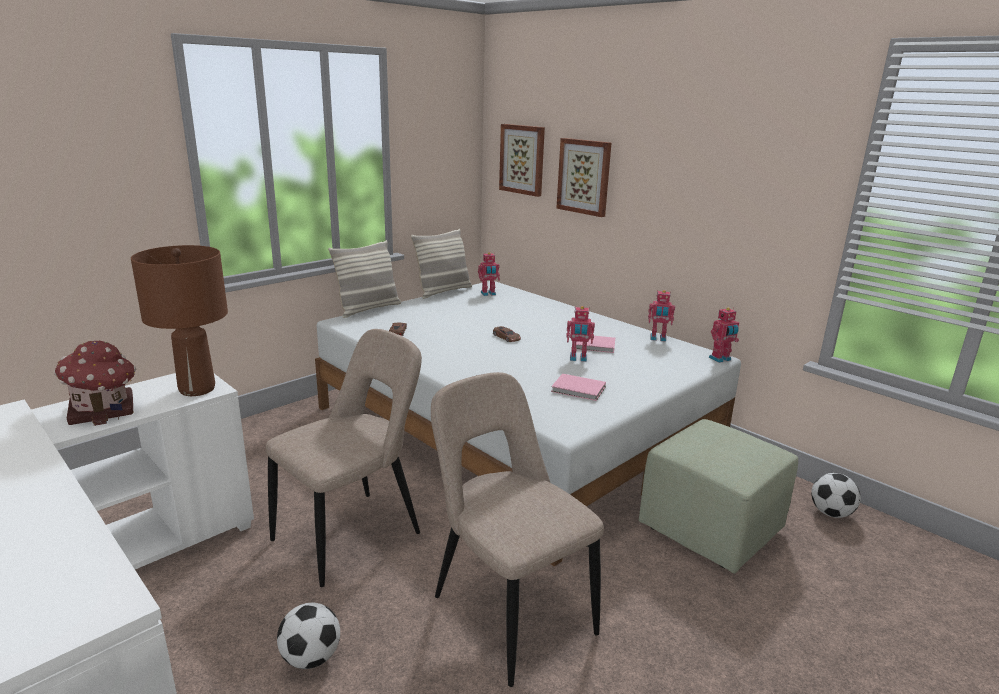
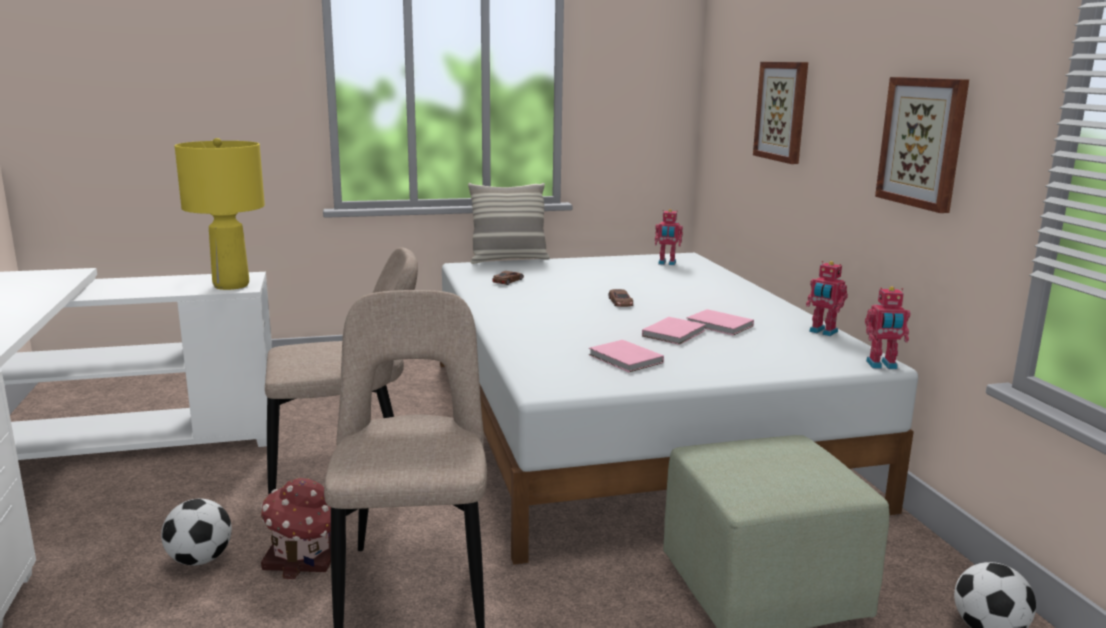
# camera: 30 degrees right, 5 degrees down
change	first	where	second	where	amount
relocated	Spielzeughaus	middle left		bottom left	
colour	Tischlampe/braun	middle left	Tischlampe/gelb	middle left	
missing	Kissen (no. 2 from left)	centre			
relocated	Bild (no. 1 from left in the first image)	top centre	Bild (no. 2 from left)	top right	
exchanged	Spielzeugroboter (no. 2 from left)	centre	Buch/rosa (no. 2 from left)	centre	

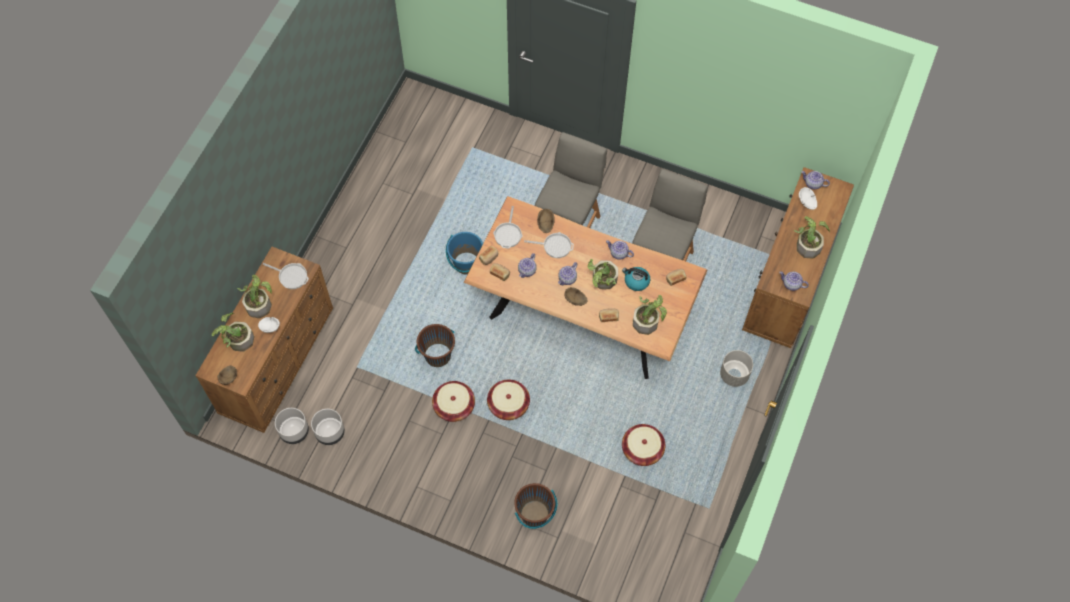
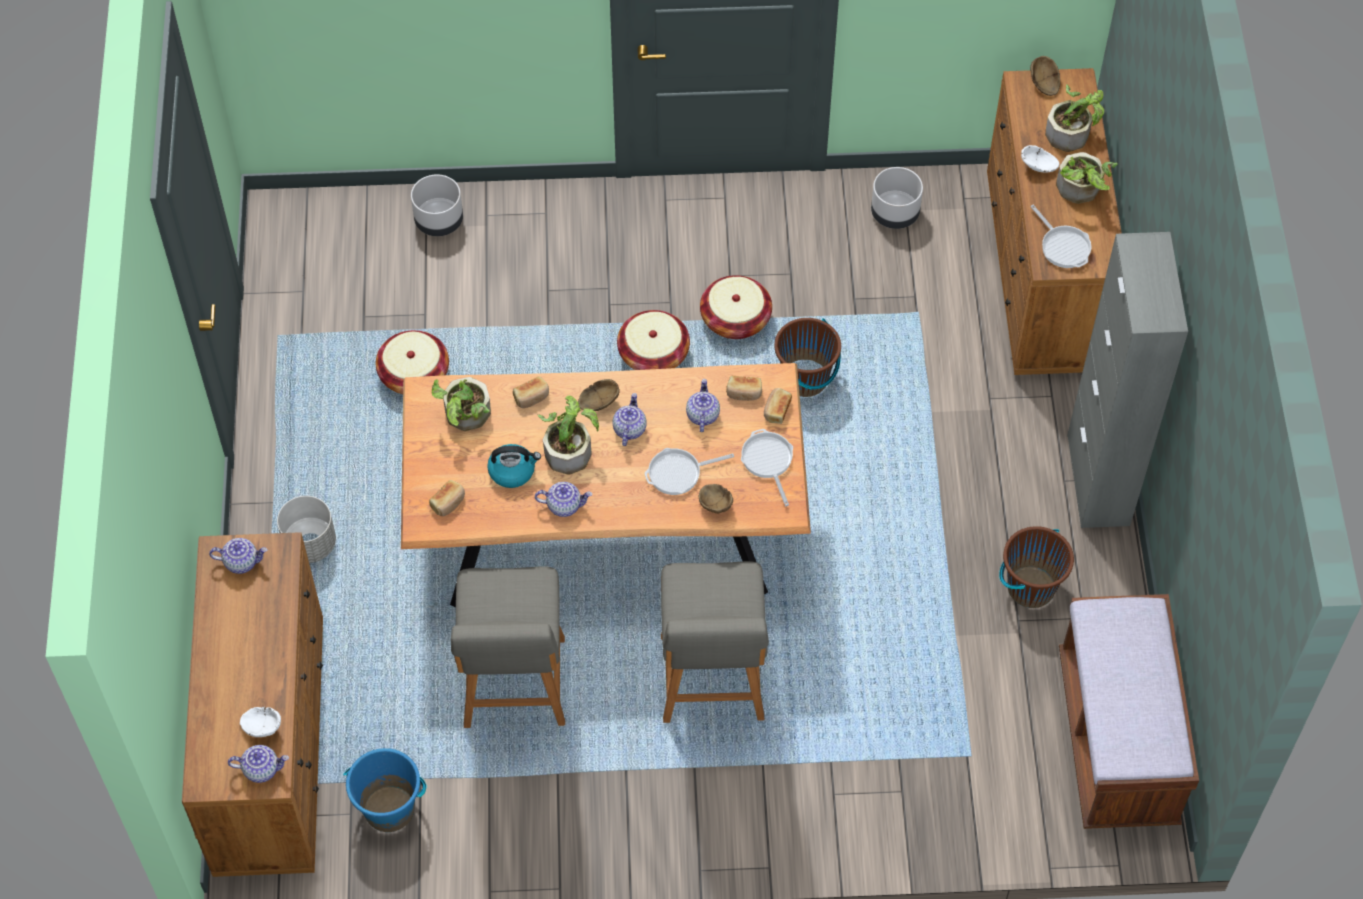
# camera: 155 degrees right, 5 degrees down
change	first	where	second	where	amount
spun	Pfanne (no. 1 from left in the first image)	middle left	Pfanne (no. 3 from left)	top right	120 degrees counterclockwise
relocated	Pflanzkübel/grau (no. 1 from left in the first image)	bottom left	Pflanzkübel/grau (no. 2 from left)	top left	
relocated	Eimer/blau	centre		bottom left	
relocated	Eimer/braun (no. 2 from left)	bottom centre		middle right	
missing	Topfpflanze (no. 5 from left)	middle right			
appeared			Bank/braun	bottom right	
appeared			Schrank/grau	middle right	

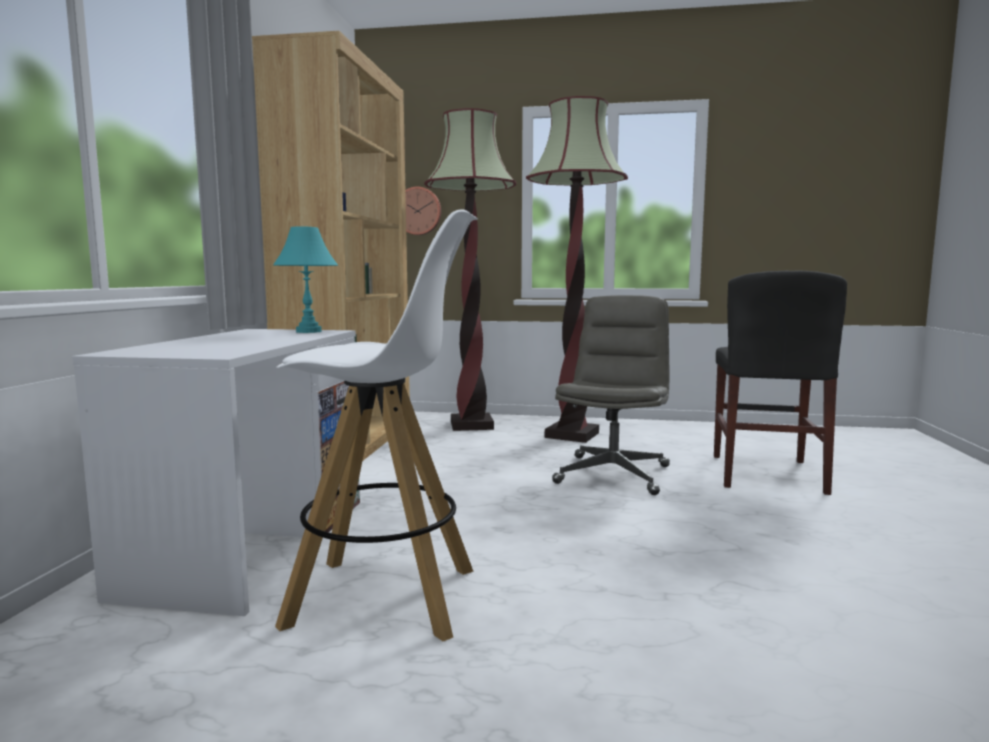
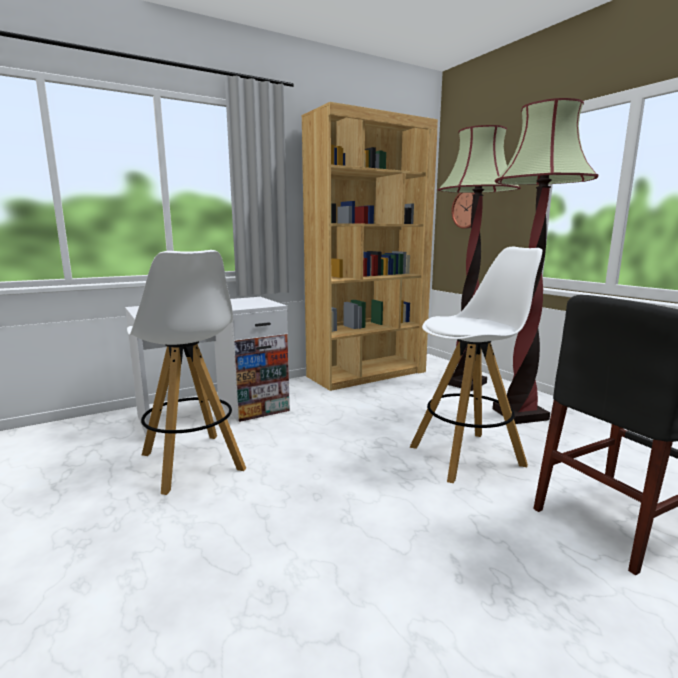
# camera: 50 degrees right, 5 degrees up
change	first	where	second	where	amount
missing	Tischlampe/türkis	middle left			
exchanged	Bürostuhl/grau	centre	Hocker/weiß (no. 2 from left)	middle right	

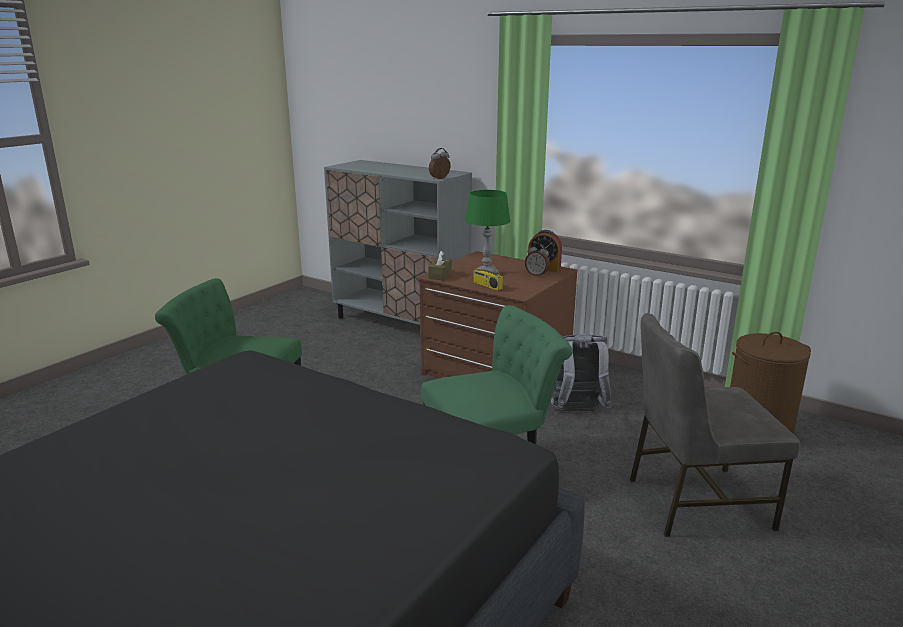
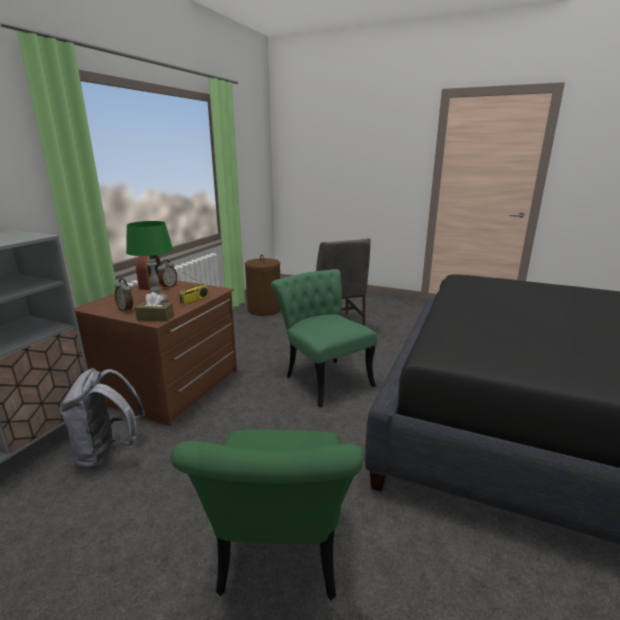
# camera: 100 degrees left, 0 degrees up
change	first	where	second	where	amount
relocated	Wecker (no. 1 from left)	top centre		middle left	
relocated	Rucksack/grau	centre		bottom left	

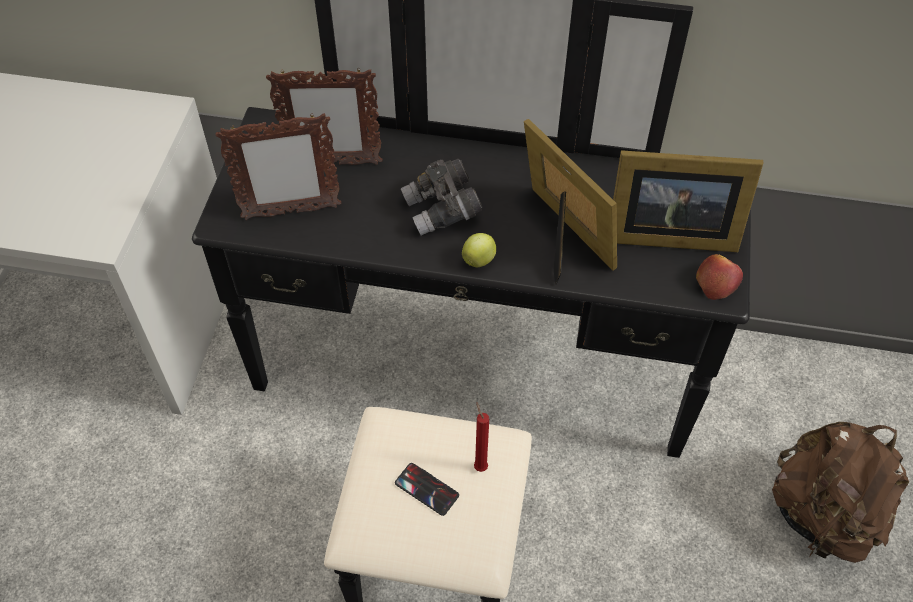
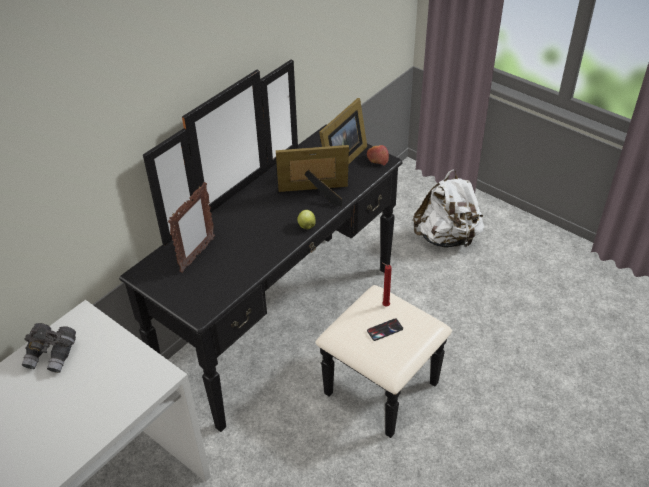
# camera: 60 degrees left, 10 degrees down
change	first	where	second	where	amount
missing	Bilderrahmen (no. 1 from left)	top left			
relocated	Fernglas/grau	top centre		bottom left	
colour	Rucksack/braun	bottom right	Rucksack/weiß	middle right	

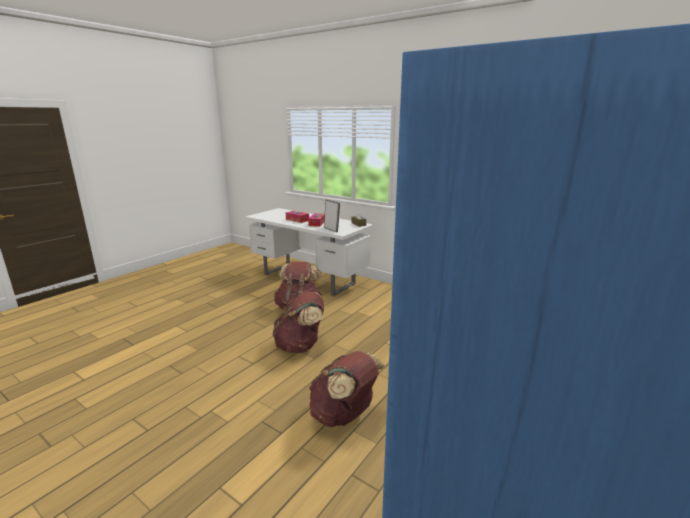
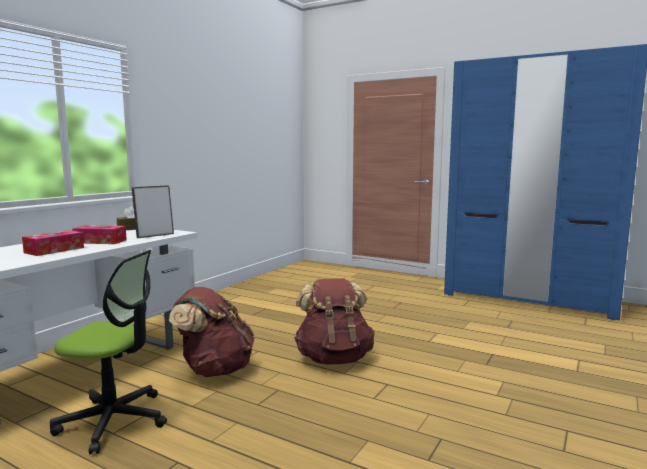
# camera: 95 degrees left, 10 degrees down
change	first	where	second	where	amount
missing	Rucksack/braun (no. 3 from left)	bottom centre			
appeared			Bürostuhl	bottom left	

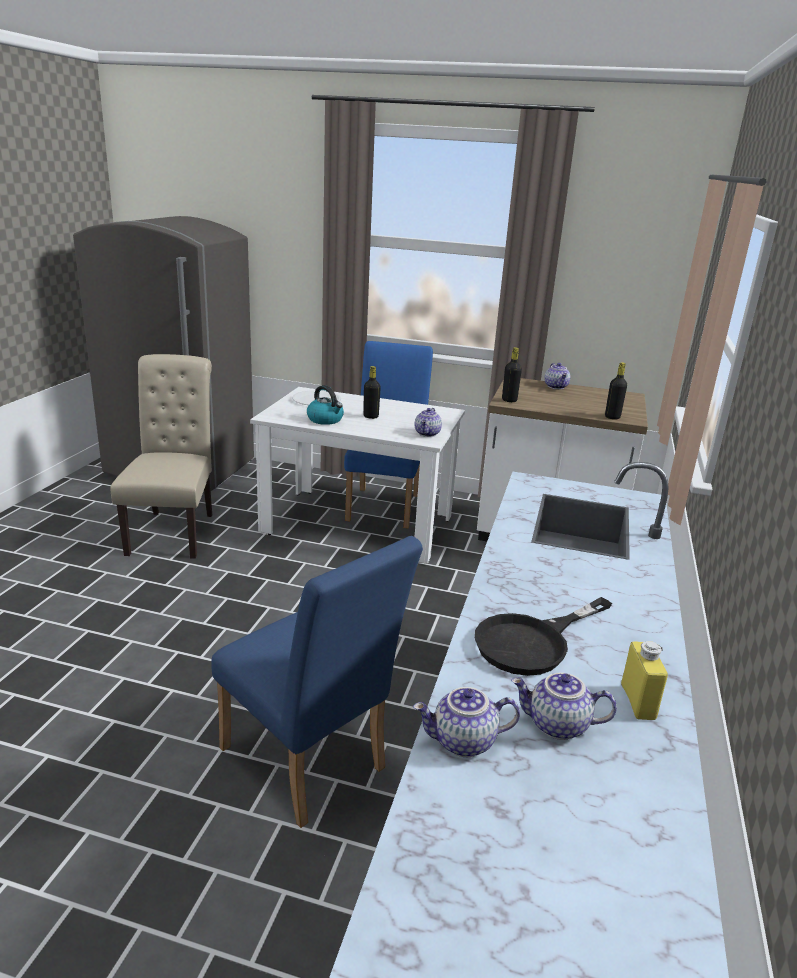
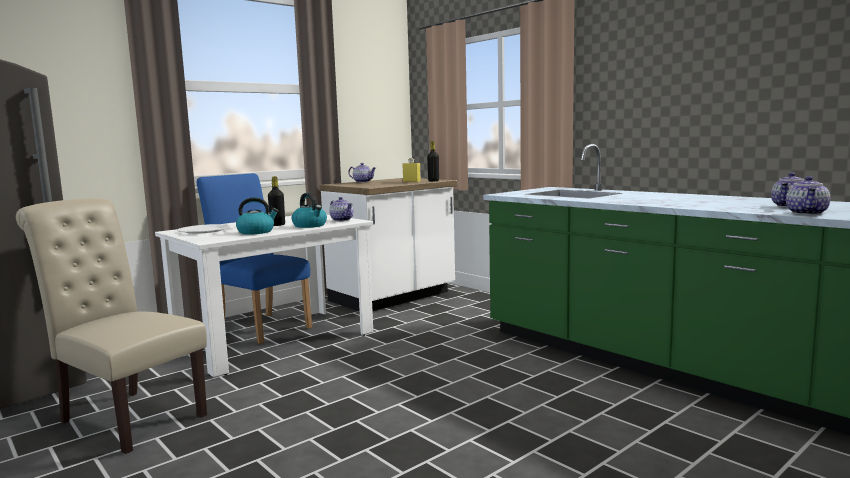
# camera: 55 degrees left, 15 degrees down
change	first	where	second	where	amount
missing	Stuhl/blau (no. 1 from left)	bottom centre			
missing	Pfanne/schwarz	middle right			
missing	Flasche/schwarz (no. 2 from left)	centre			
relocated	Flasche/gelb	bottom right		centre	
appeared			Wasserkessel (no. 2 from left)	centre	

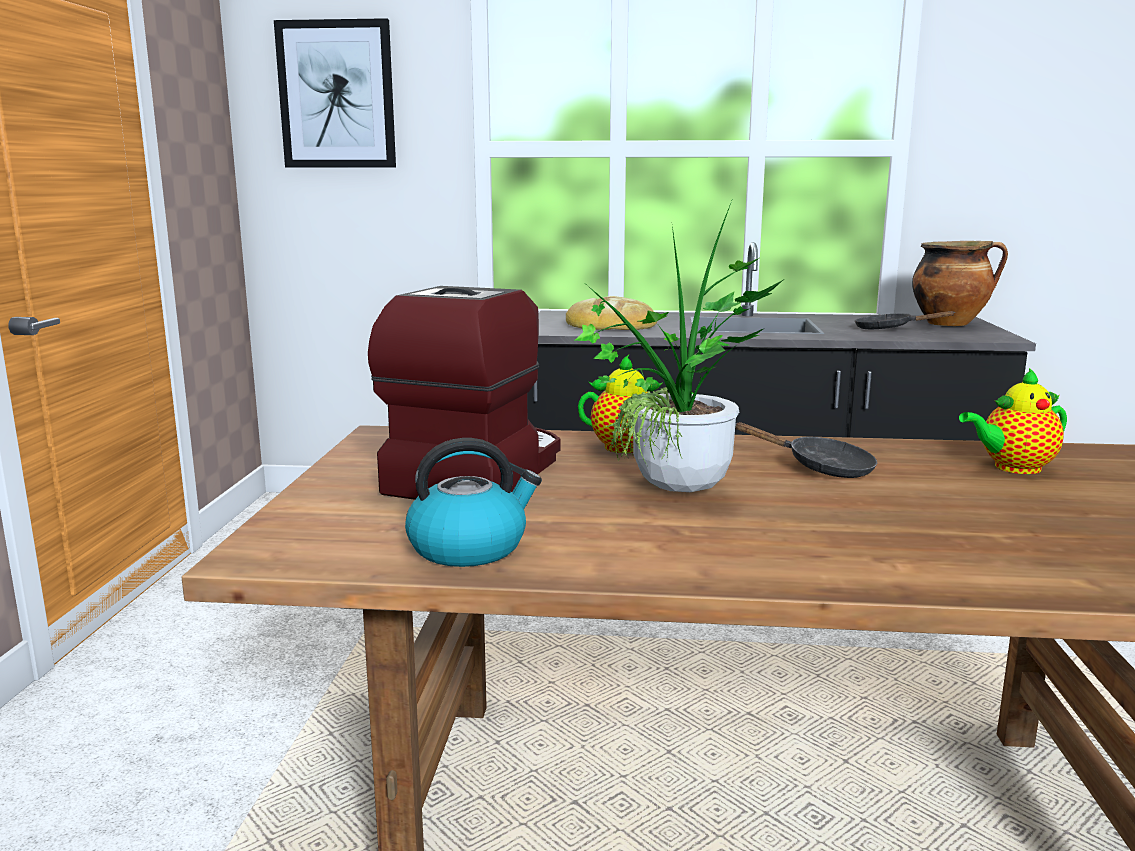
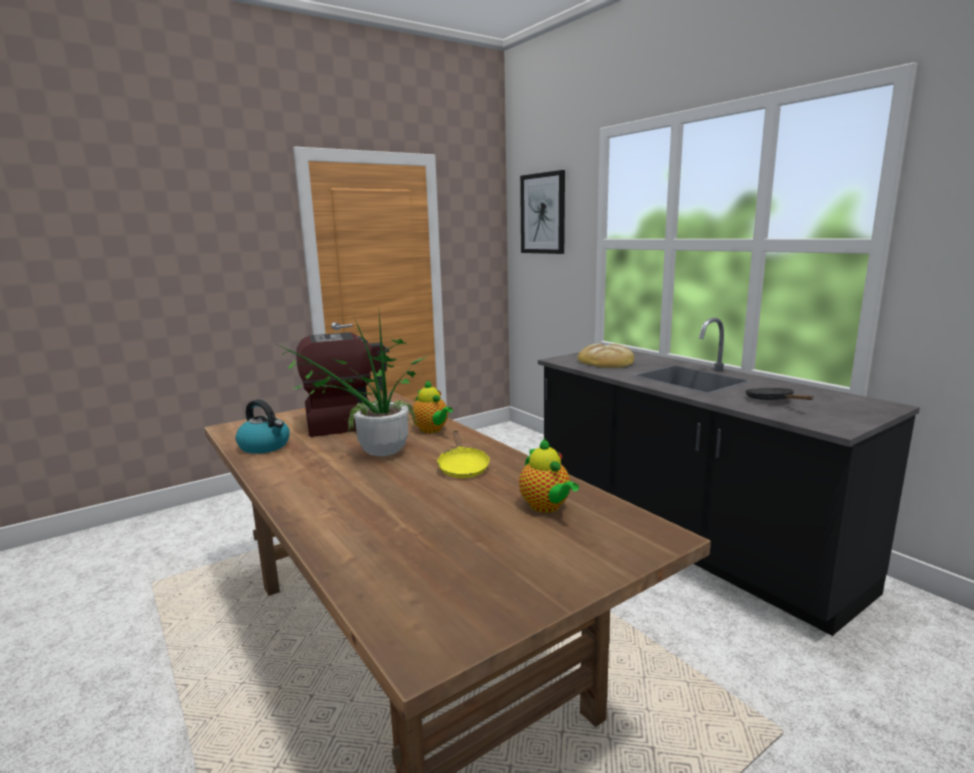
# camera: 50 degrees right, 0 degrees up
change	first	where	second	where	amount
colour	Pfanne/schwarz (no. 1 from left)	middle right	Pfanne/gelb	centre	
missing	Kochtopf	top right			
spun	Teekanne (no. 2 from left)	middle right		centre	150 degrees counterclockwise

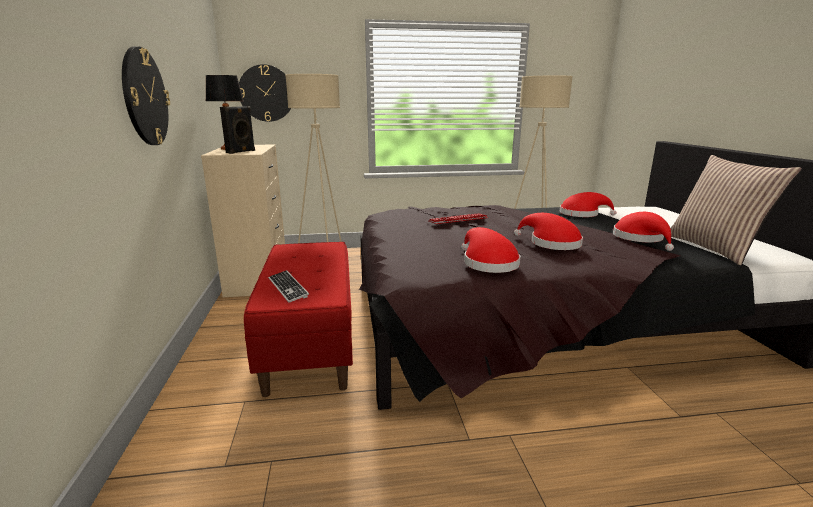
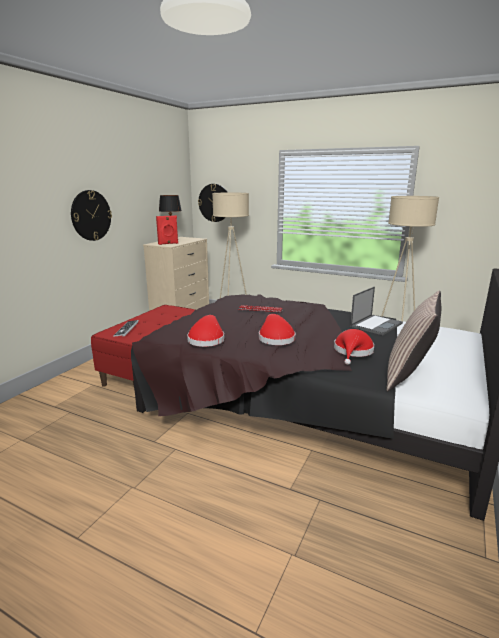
# camera: 35 degrees right, 0 degrees up
change	first	where	second	where	amount
colour	Lautsprecher/schwarz	top left	Lautsprecher/rot	centre	
exchanged	Hut/rot (no. 3 from left)	middle right	Laptop	middle right	

